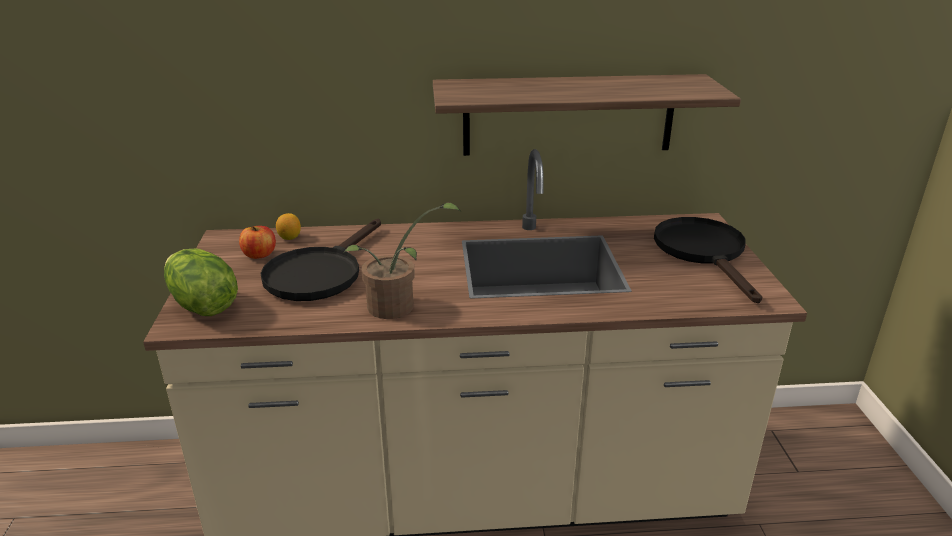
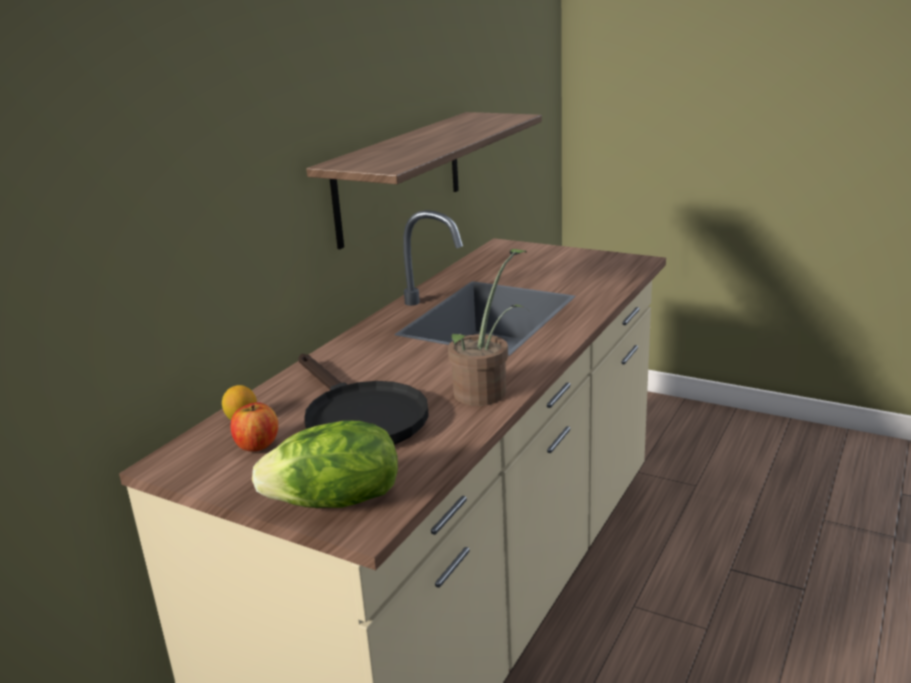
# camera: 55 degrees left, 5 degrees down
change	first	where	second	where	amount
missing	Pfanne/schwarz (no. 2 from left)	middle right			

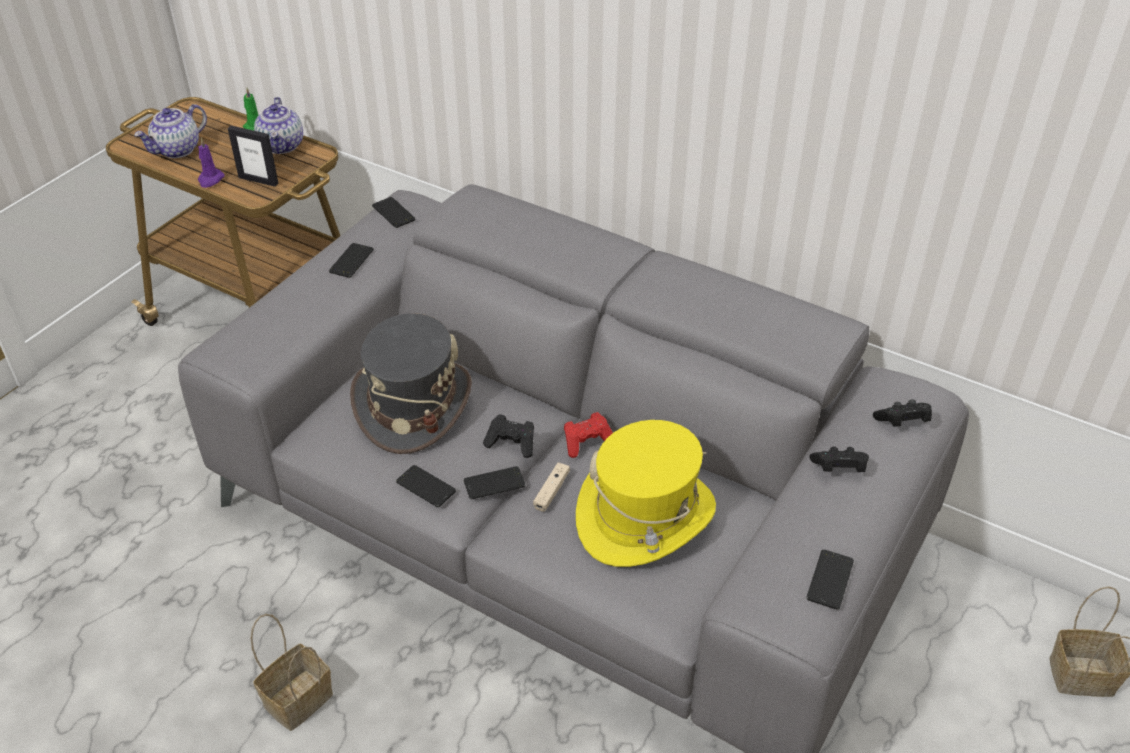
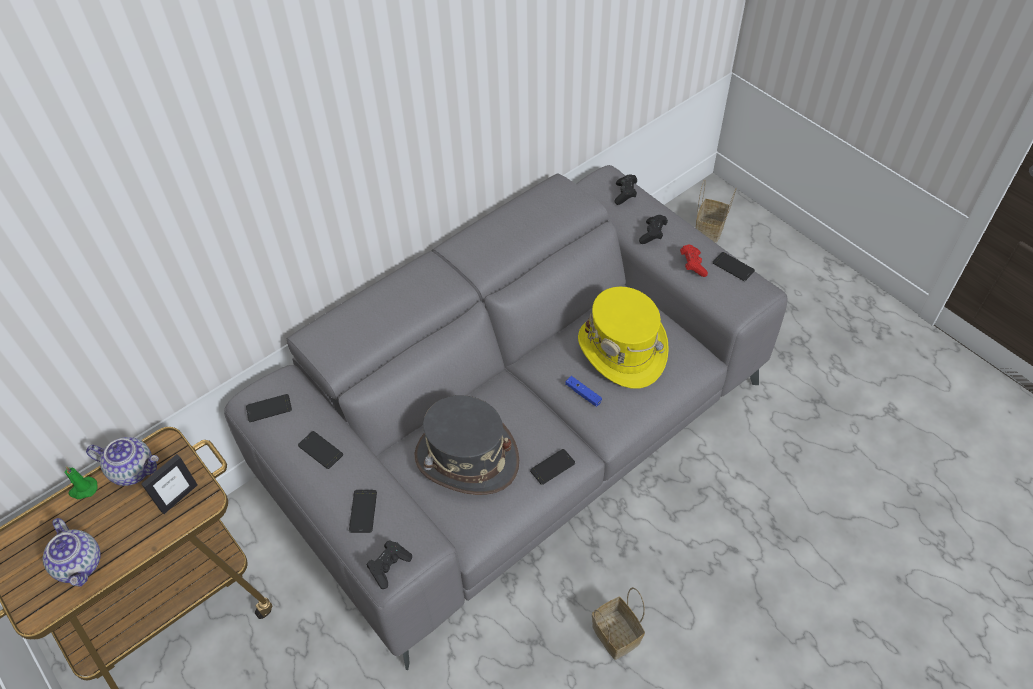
# camera: 70 degrees left, 10 degrees up
change	first	where	second	where	amount
missing	Kerze/lila	top left			
relocated	Handy (no. 4 from left in the first image)	centre	Handy (no. 3 from left)	bottom centre	
relocated	Gamepad/schwarz (no. 1 from left)	centre		bottom centre	
colour	Gamepad/beige	centre	Gamepad/blau	centre	
relocated	Gamepad/rot	centre		middle right	

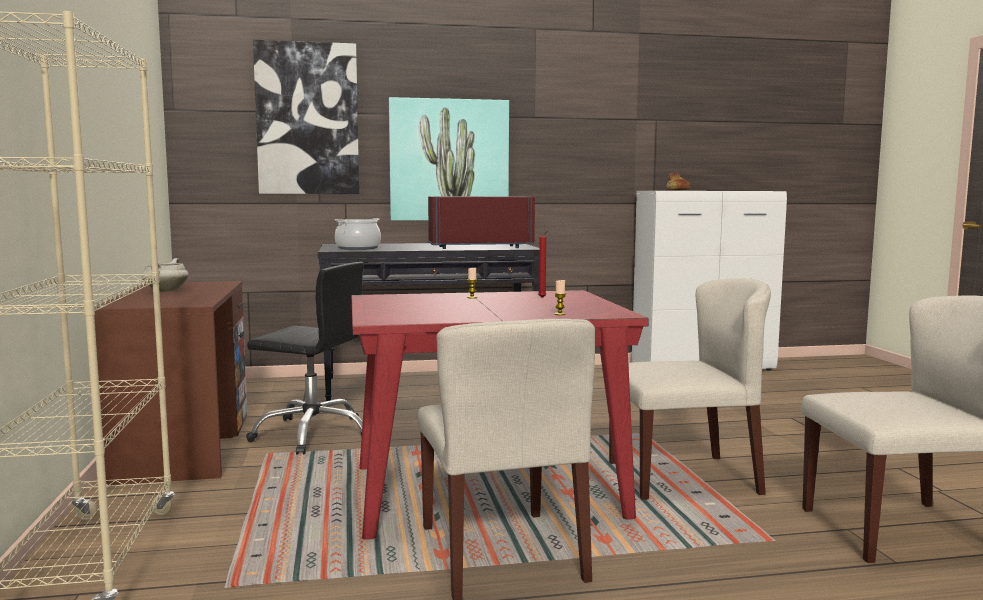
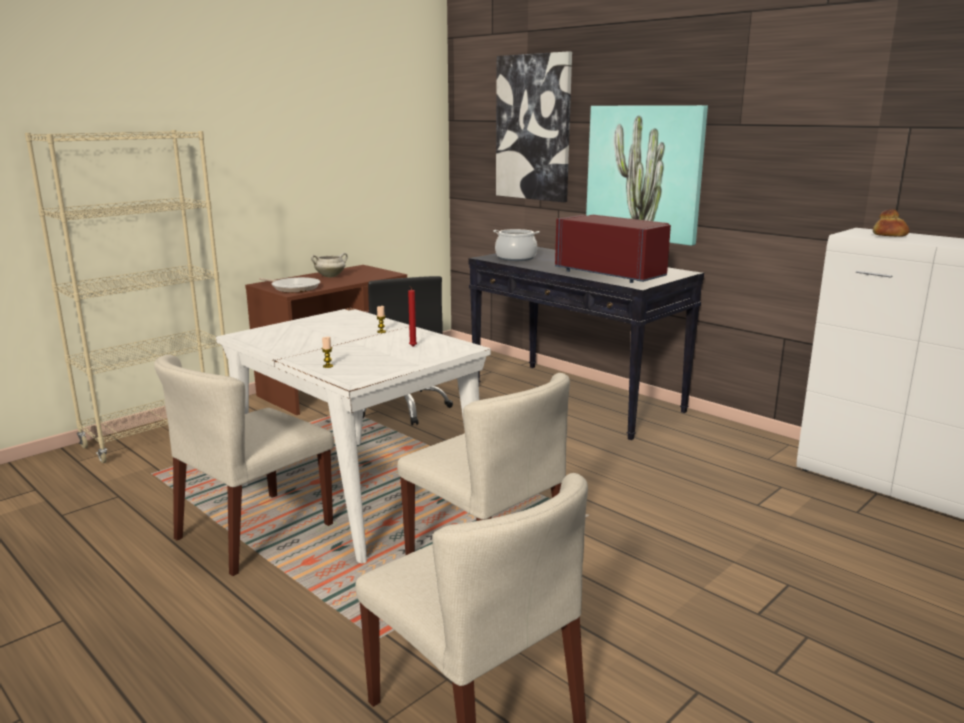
# camera: 55 degrees right, 10 degrees up
change	first	where	second	where	amount
colour	Esstisch/rot	bottom centre	Esstisch/weiß	centre	
appeared			Pfanne	middle left	

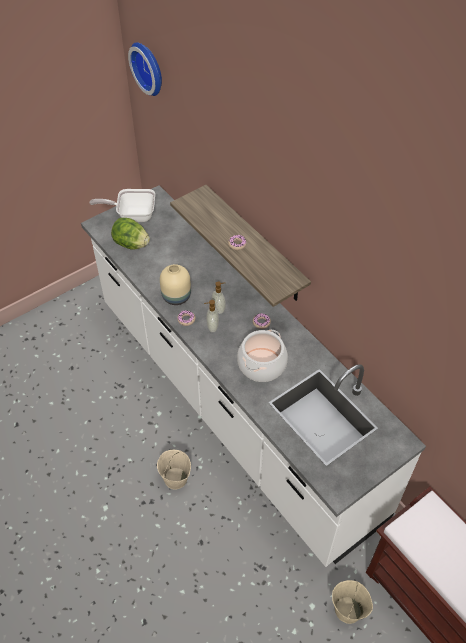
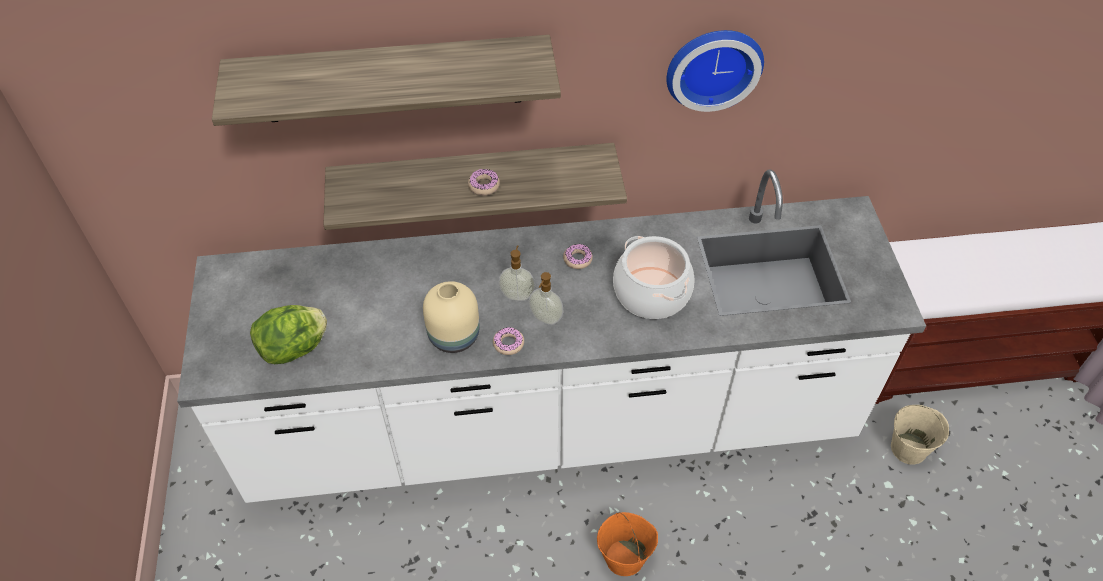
# camera: 60 degrees left, 0 degrees up
change	first	where	second	where	amount
missing	Pfanne	top left			
relocated	Wanduhr	top left		top centre	
colour	Eimer/beige (no. 1 from left)	bottom centre	Eimer/orange	bottom centre	
appeared			Wandregal (no. 1 from left)	top centre	

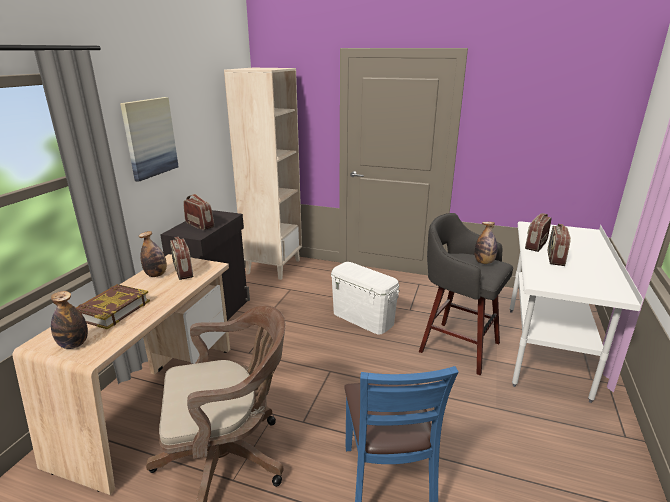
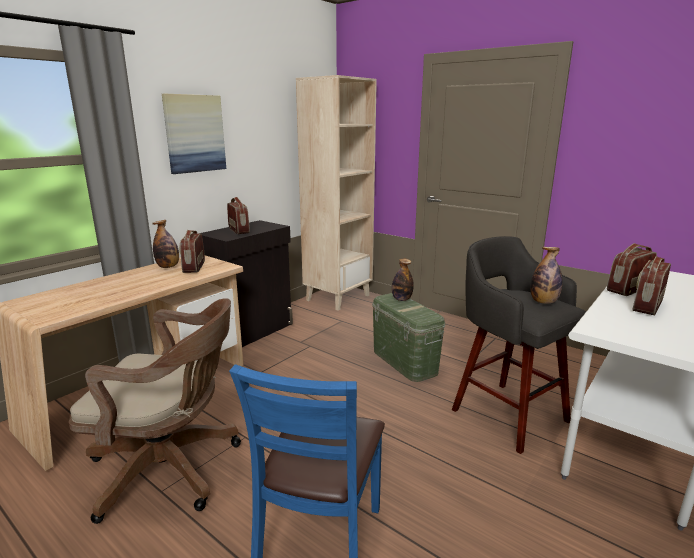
# camera: 20 degrees right, 5 degrees down
change	first	where	second	where	amount
relocated	Flasche (no. 1 from left in the first image)	middle left	Flasche (no. 2 from left)	centre	
missing	Buch	middle left			
colour	Aufbewahrungsbox/weiß	centre	Aufbewahrungsbox/grün	centre	

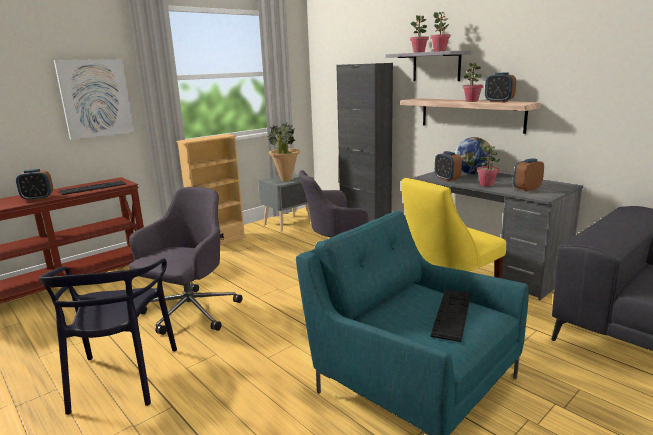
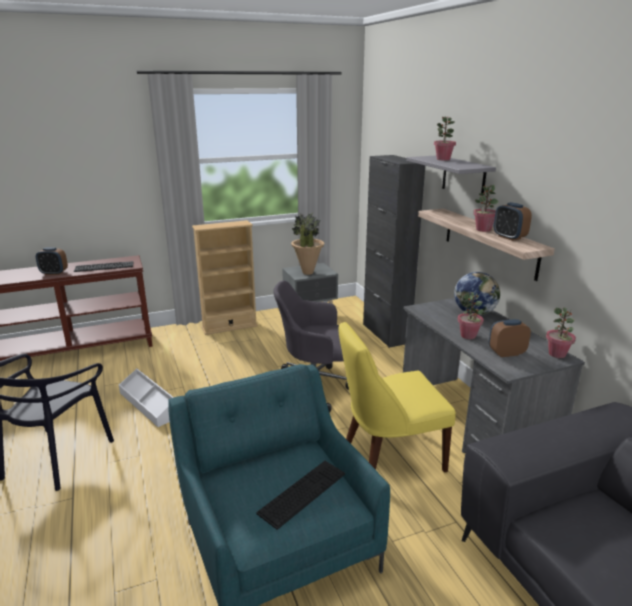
# camera: 20 degrees right, 5 degrees up
change	first	where	second	where	amount
missing	Bild	top left			
exchanged	Bürostuhl/grau (no. 1 from left)	middle left	Aufbewahrungsbox/weiß	middle left	
relocated	Topfpflanze (no. 3 from left in the first image)	top right	Topfpflanze (no. 5 from left)	middle right	
missing	Wecker (no. 2 from left)	middle right			

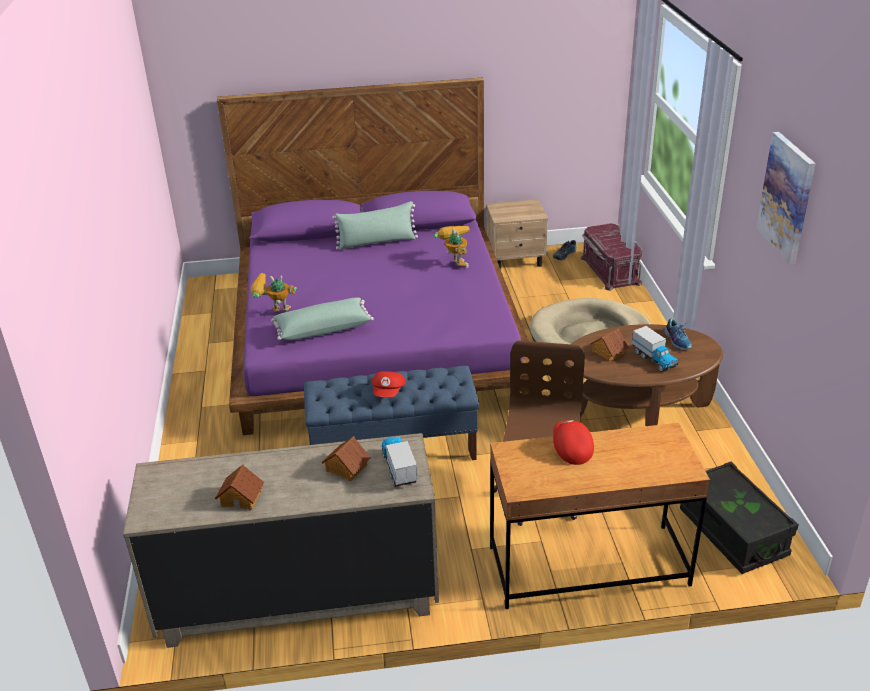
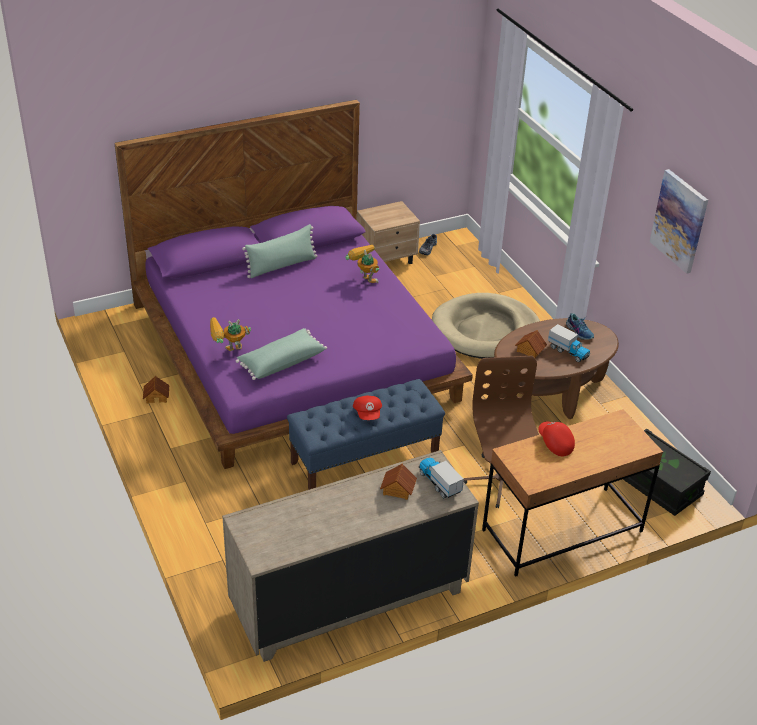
# camera: 20 degrees left, 5 degrees up
change	first	where	second	where	amount
relocated	Spielzeughaus (no. 1 from left)	bottom left		middle left	
missing	Aufbewahrungsbox/rot	middle right			

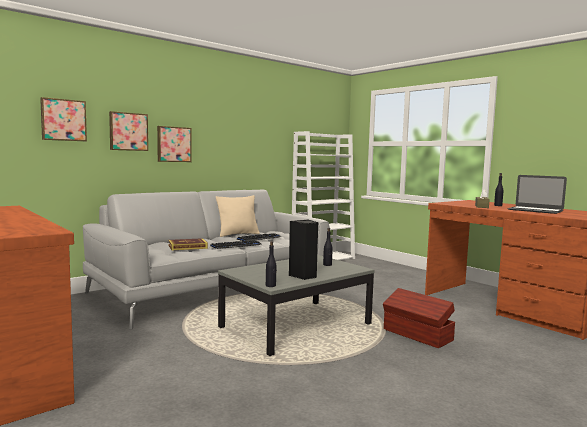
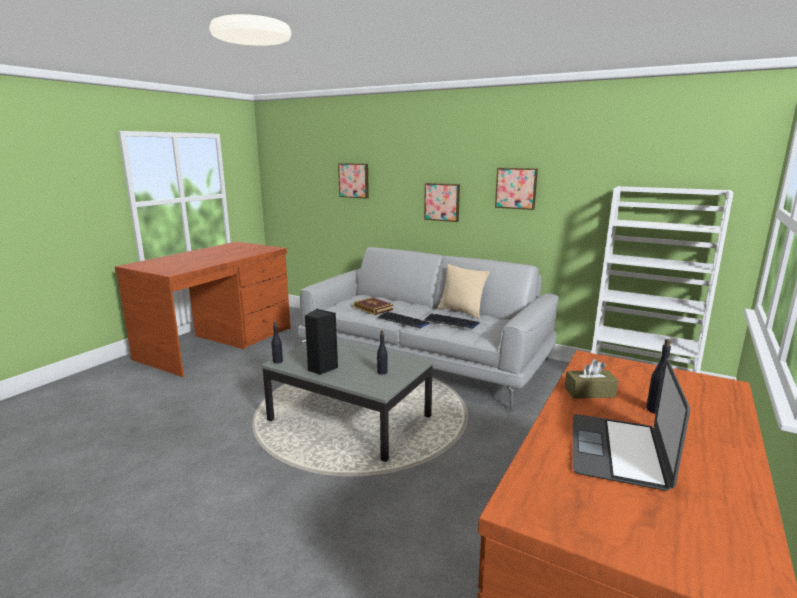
# camera: 70 degrees right, 10 degrees up
change	first	where	second	where	amount
relocated	Bild (no. 2 from left in the first image)	top left	Bild (no. 3 from left)	top centre	
missing	Aufbewahrungsbox/braun	bottom right			

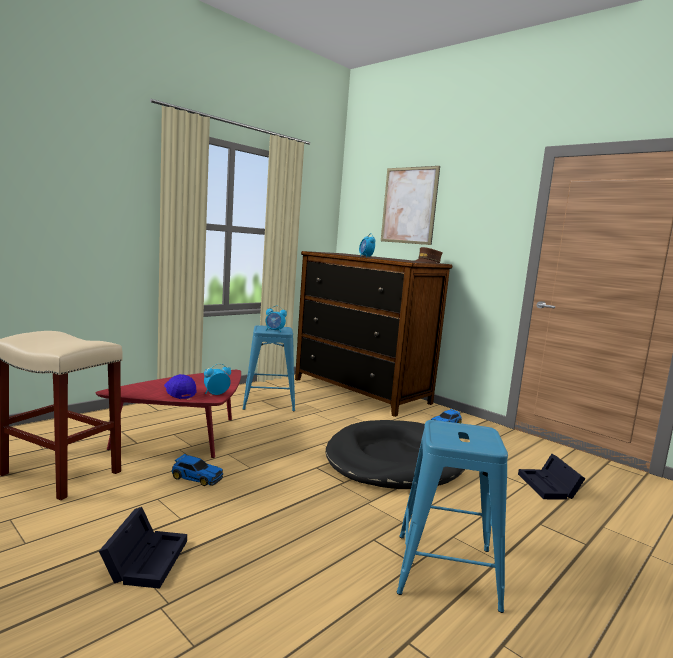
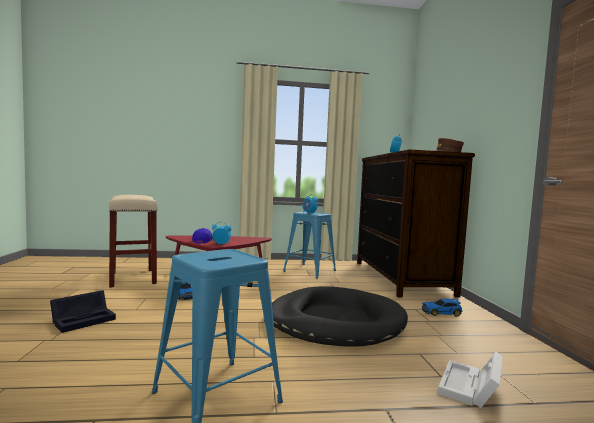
# camera: 40 degrees right, 5 degrees down
change	first	where	second	where	amount
missing	Bild	top centre			
colour	Aufbewahrungsbox/schwarz (no. 2 from left)	bottom right	Aufbewahrungsbox/weiß	bottom right	

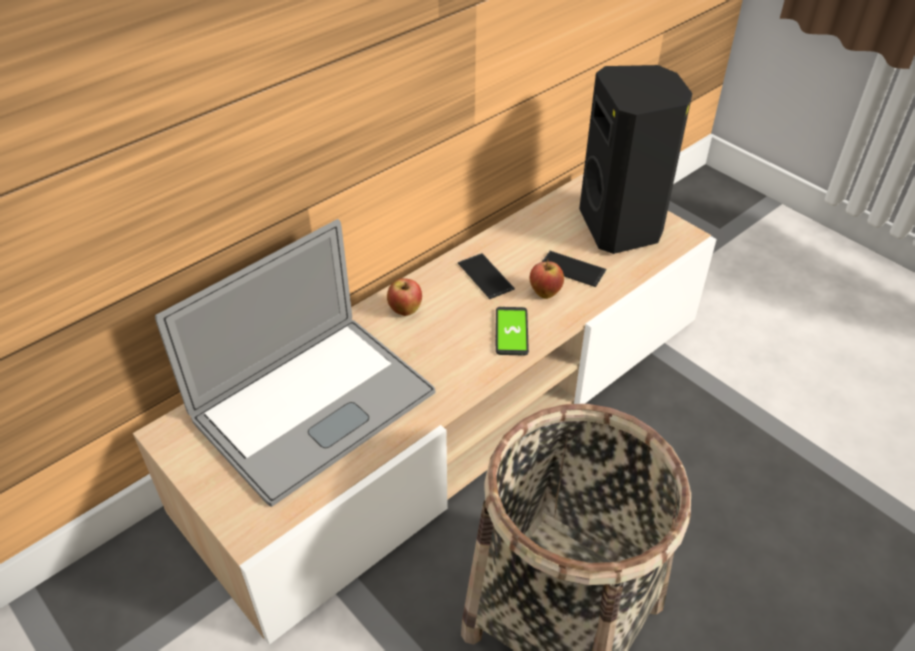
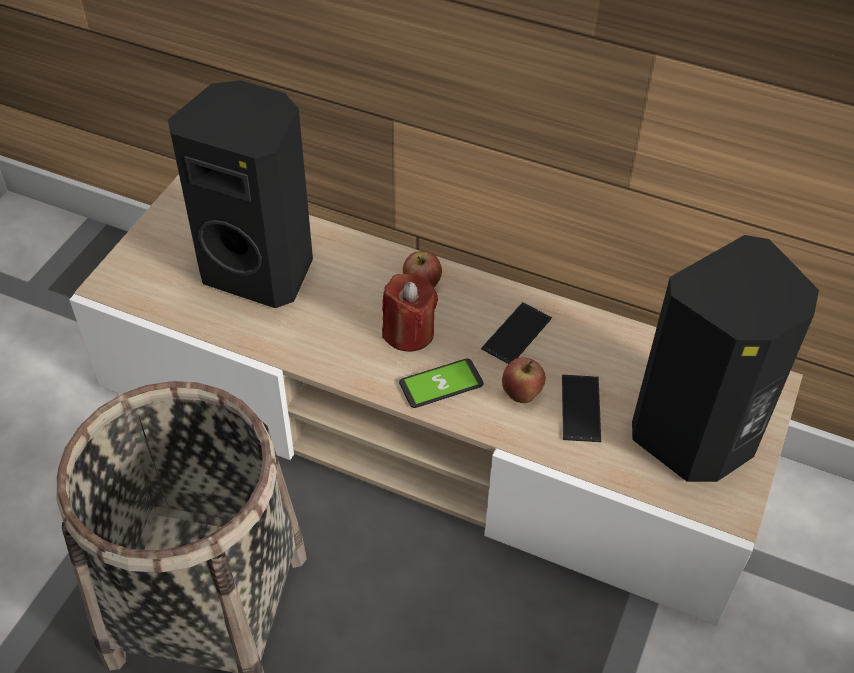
# camera: 65 degrees right, 5 degrees up
change	first	where	second	where	amount
exchanged	Laptop	middle left	Lautsprecher/schwarz (no. 1 from left)	top left	
appeared			Kerze/rot	centre	

